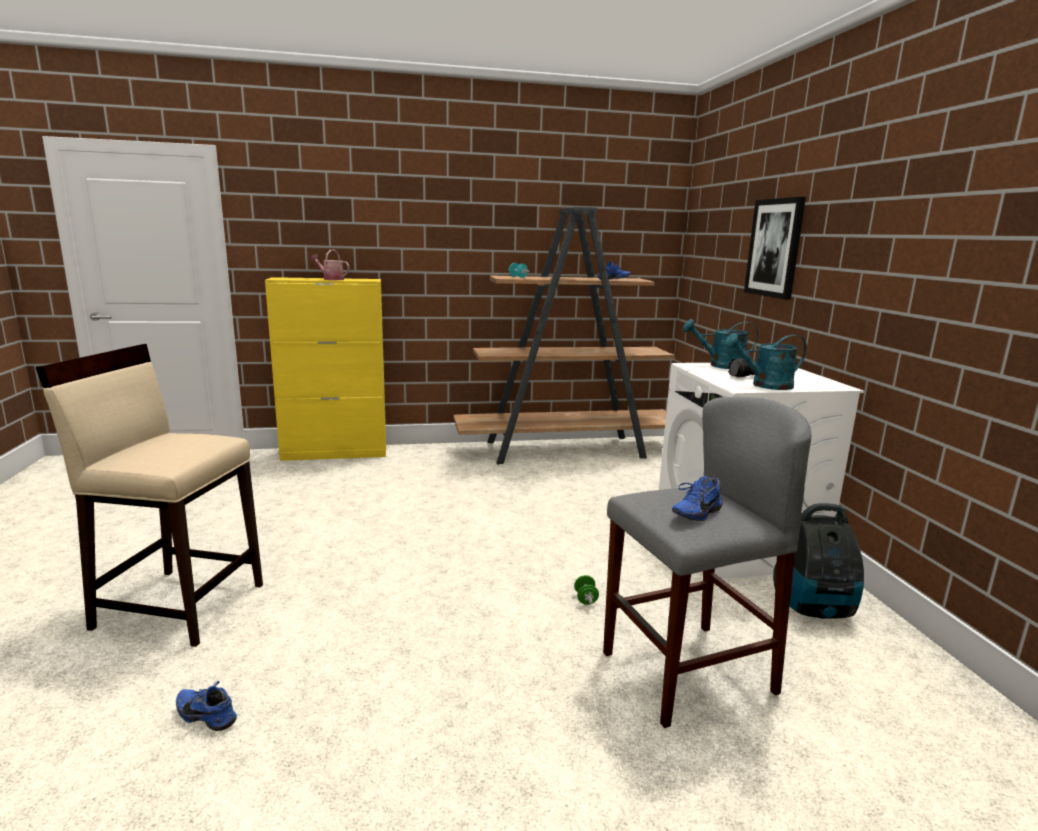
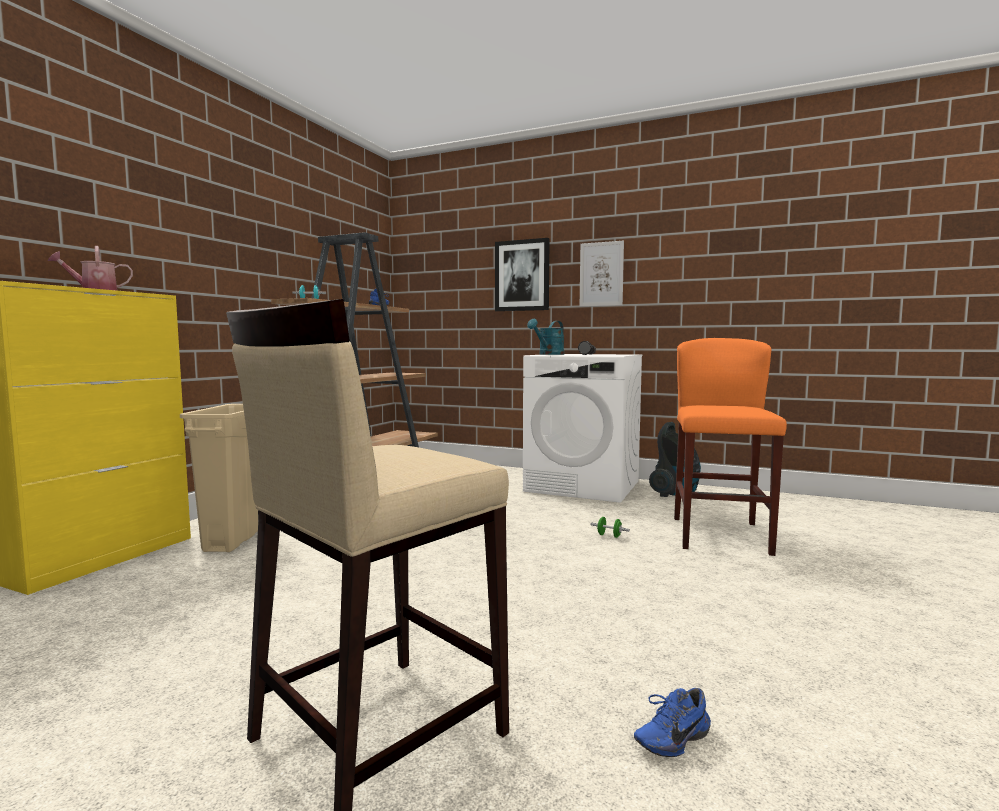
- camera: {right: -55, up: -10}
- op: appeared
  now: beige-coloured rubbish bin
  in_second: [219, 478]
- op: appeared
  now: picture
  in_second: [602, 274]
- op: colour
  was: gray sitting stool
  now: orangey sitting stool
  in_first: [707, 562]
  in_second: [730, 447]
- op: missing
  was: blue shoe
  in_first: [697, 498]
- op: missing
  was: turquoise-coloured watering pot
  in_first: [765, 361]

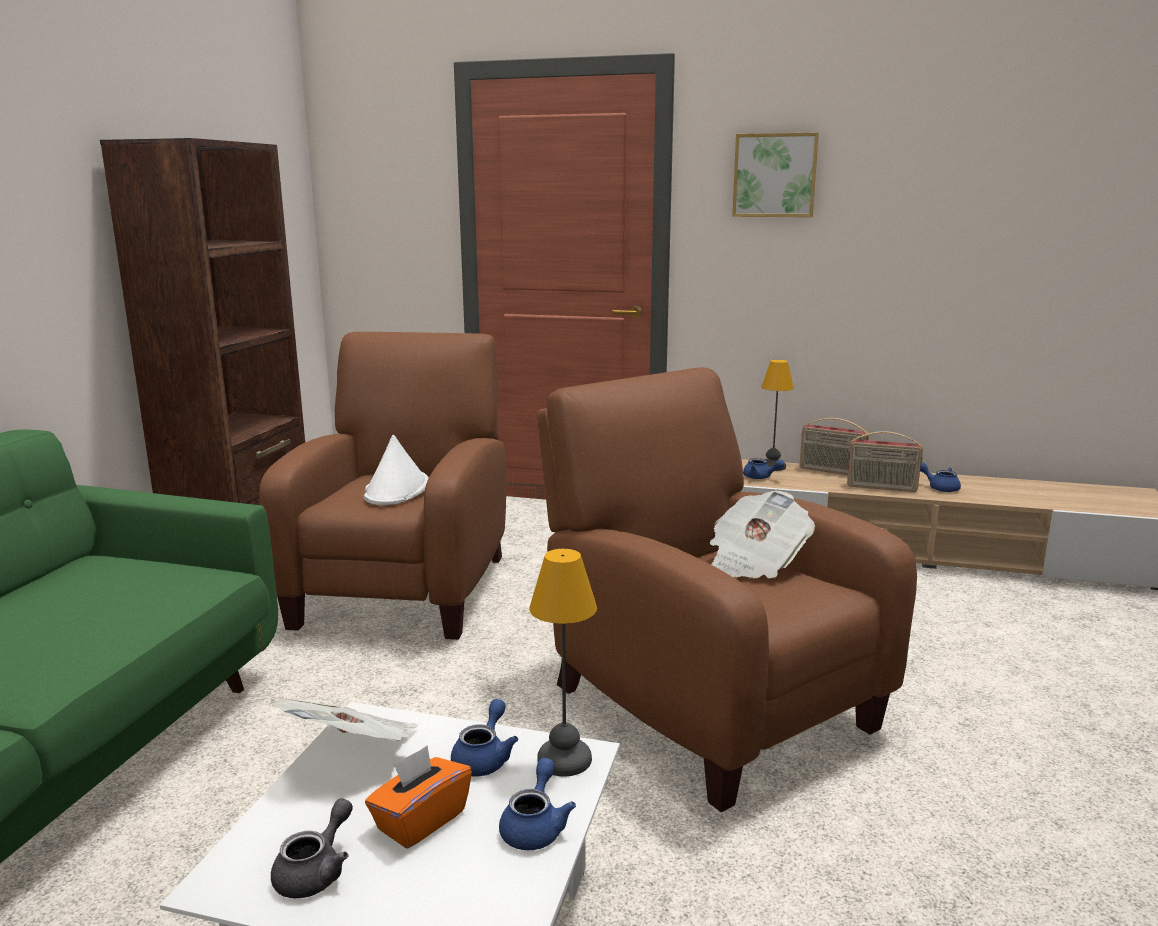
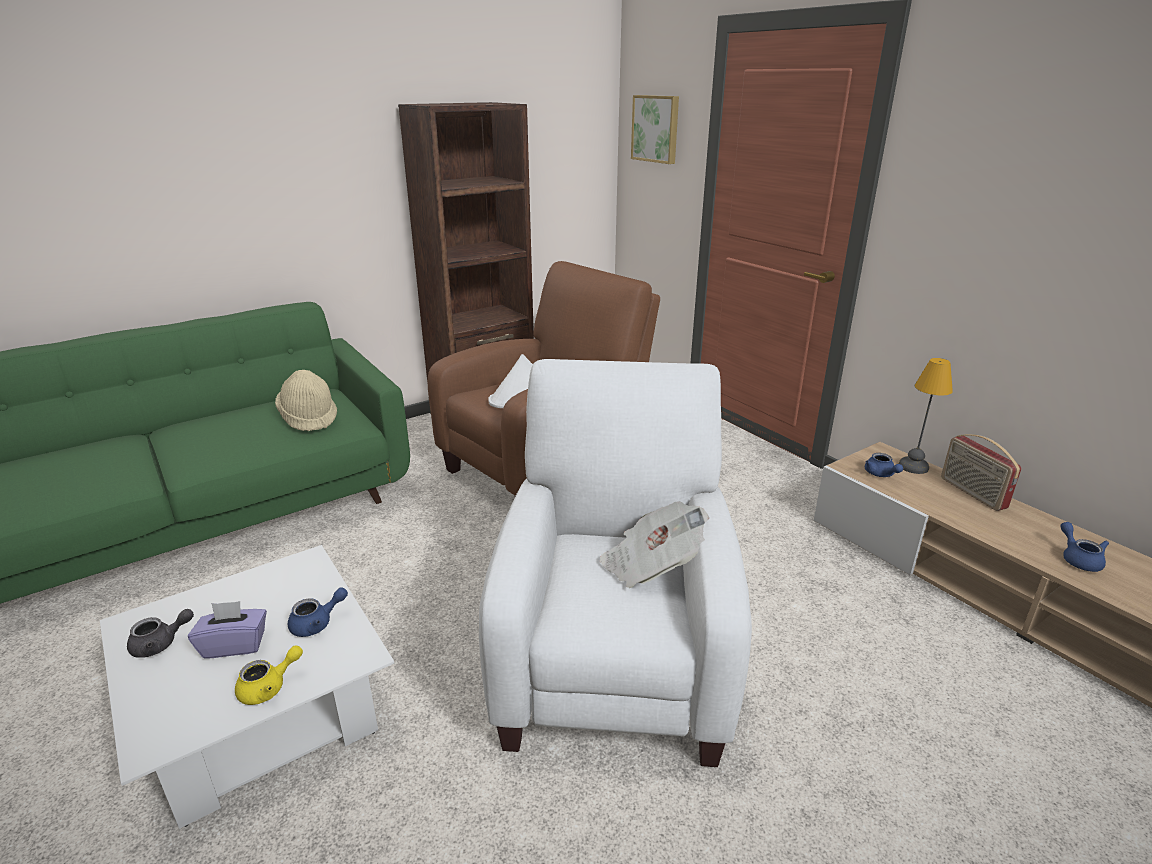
- camera: {right: 40, up: 10}
- op: colour
  was: orangey box of tissues
  now: purplish box of tissues
  in_first: [418, 797]
  in_second: [227, 630]
- op: colour
  was: blue pot for tea
  now: yellowish pot for tea
  in_first: [537, 804]
  in_second: [269, 675]
- op: appeared
  now: beige-coloured clothing hat
  in_second: [306, 400]
- op: colour
  was: brown-coloured easy chair
  now: white easy chair
  in_first: [727, 589]
  in_second: [615, 563]
- op: relocated
  was: picture
  in_first: [775, 174]
  in_second: [655, 129]
- op: missing
  was: newspaper
  in_first: [345, 720]
- op: missing
  was: table lamp
  in_first: [563, 663]
- op: missing
  was: radio
  in_first: [885, 461]

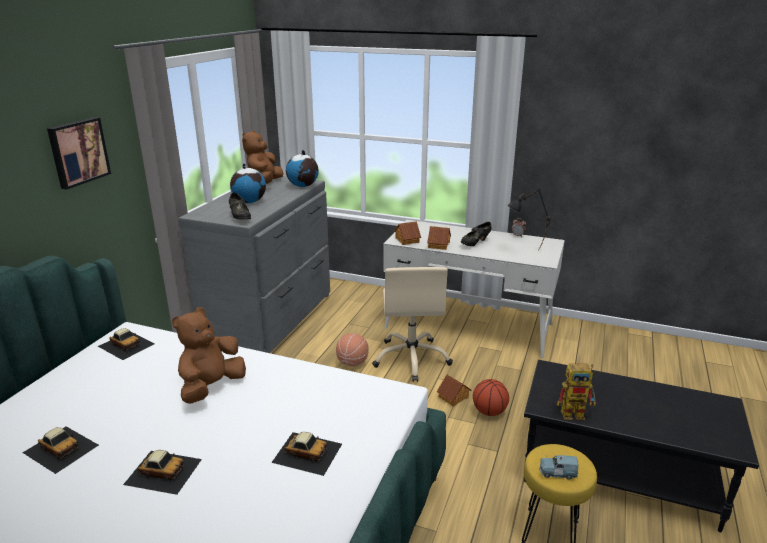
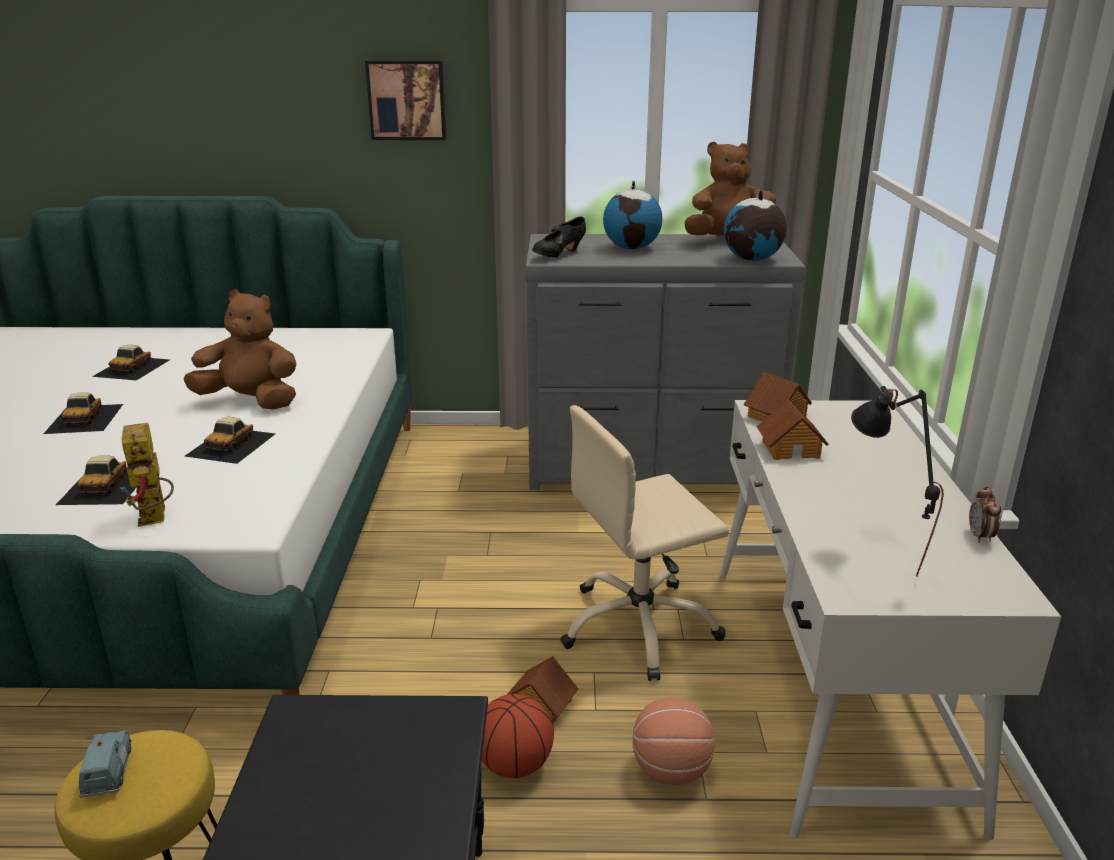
- camera: {right: 70, up: 0}
- op: relocated
  was: robot figure
  in_first: [576, 391]
  in_second: [147, 475]
- op: relocated
  was: miniature car
  in_first: [126, 344]
  in_second: [230, 440]
- op: relocated
  was: basketball ball
  in_first: [352, 350]
  in_second: [673, 741]
- op: missing
  was: blackish shoe
  in_first: [476, 234]

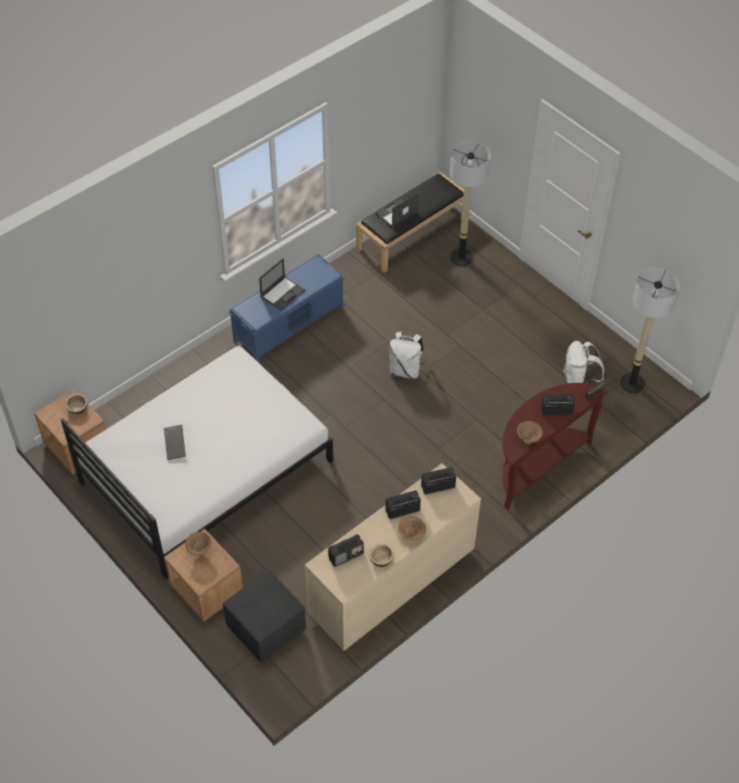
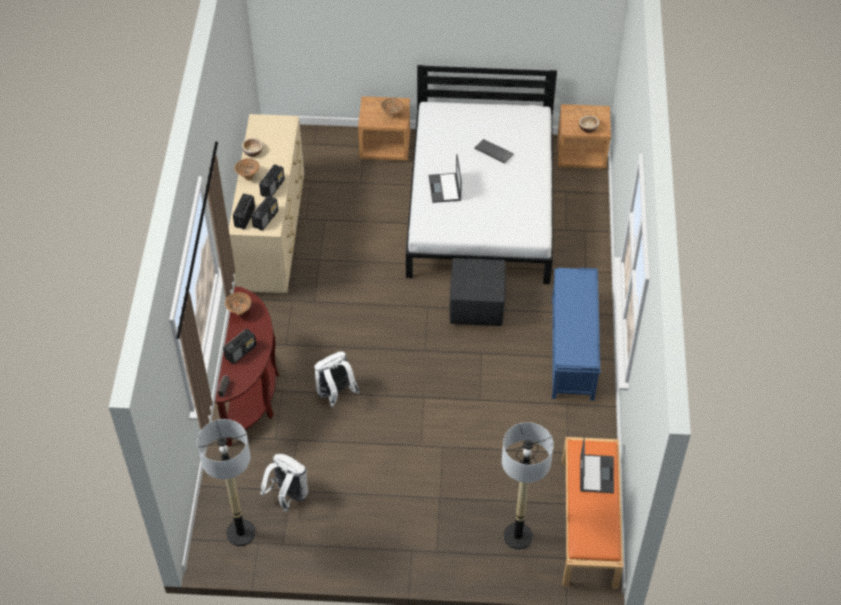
- camera: {right: 135, up: 0}
- op: relocated
  was: radio
  in_first: [346, 550]
  in_second: [244, 211]
- op: relocated
  was: white backpack
  in_first: [406, 355]
  in_second: [337, 379]
- op: relocated
  was: portable computer
  in_first: [282, 284]
  in_second: [445, 178]
- op: relocated
  was: blackish ottoman
  in_first: [264, 616]
  in_second: [478, 292]
- op: colour
  was: blackish bench
  now: orangey bench
  in_first: [410, 222]
  in_second: [592, 513]

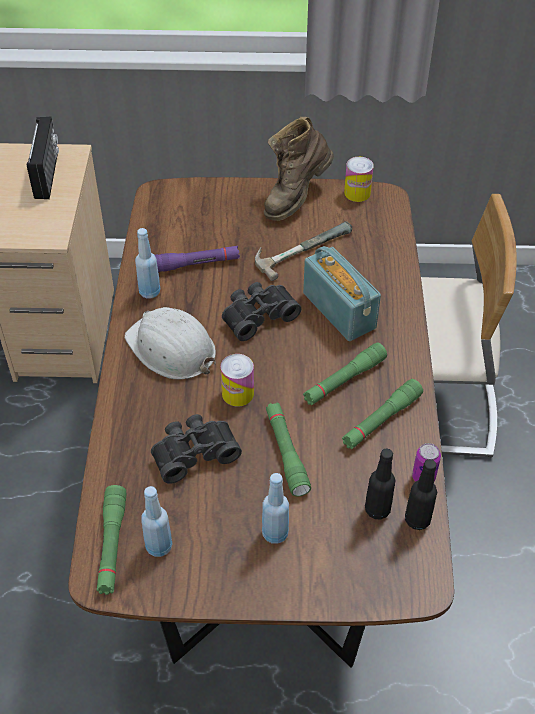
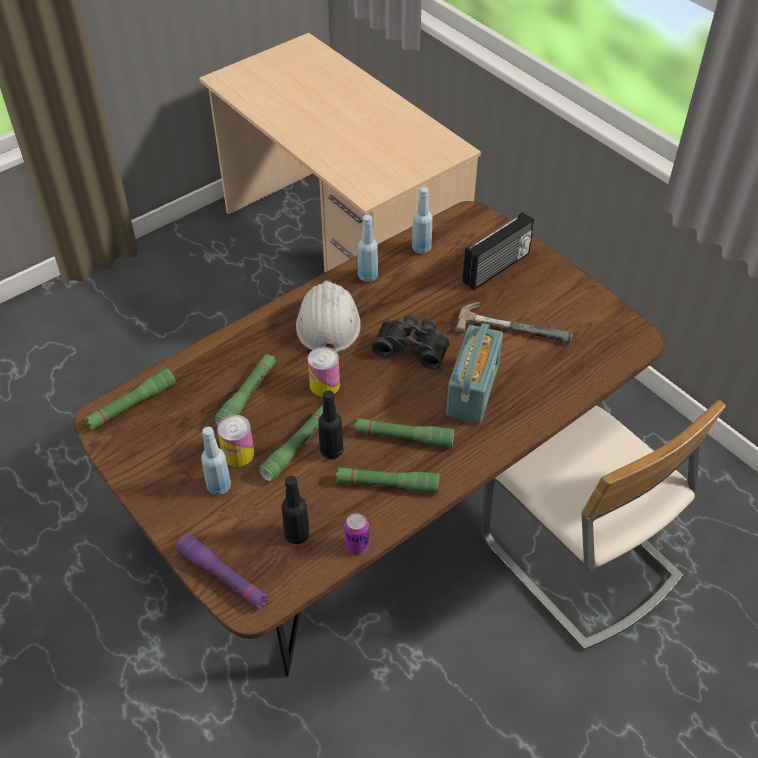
- camera: {right: 50, up: 0}
- op: relocated
  was: purplish flashlight
  in_first: [197, 259]
  in_second: [222, 571]
- op: exchanged
  was: blackish binoculars
  now: green-coloured flashlight
  in_first: [196, 449]
  in_second: [244, 389]
- op: relocated
  was: sealed can
  in_first: [359, 179]
  in_second: [235, 441]
- op: relocated
  was: blackish drink bottle
  in_first: [421, 494]
  in_second: [331, 424]
- op: relocated
  was: blue drink bottle
  in_first: [156, 521]
  in_second: [422, 220]
- op: relocated
  was: radio
  in_first: [43, 158]
  in_second: [498, 251]
- op: missing
  was: brown-coloured boot
  in_first: [299, 169]

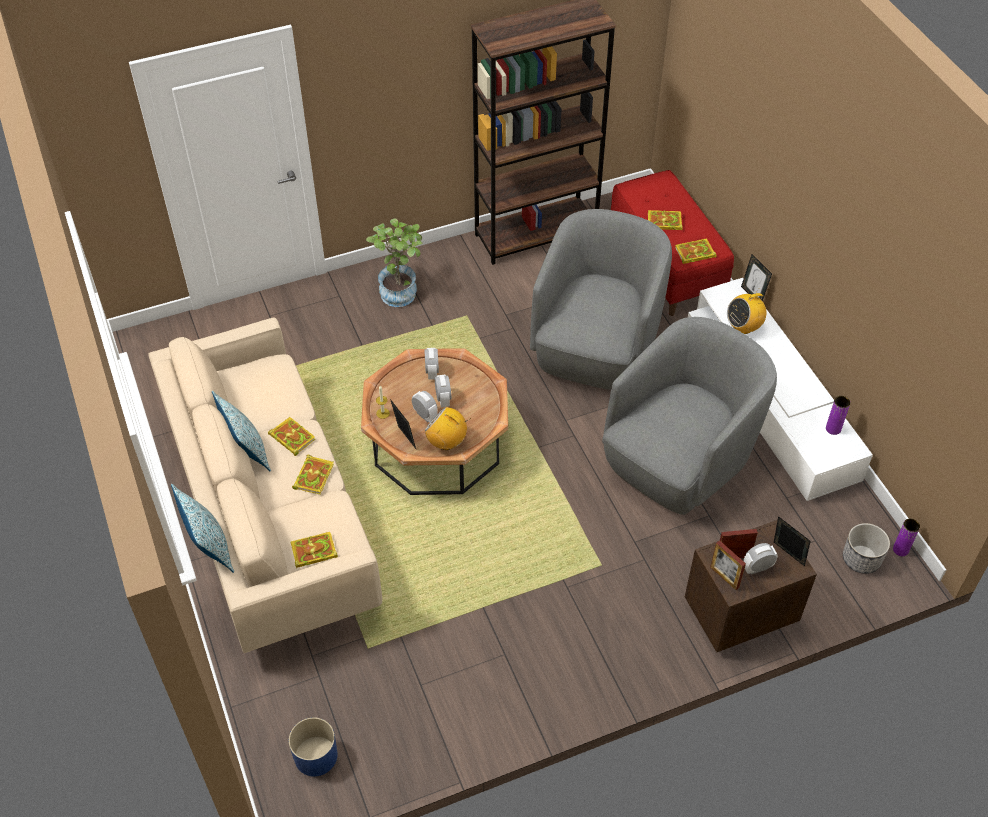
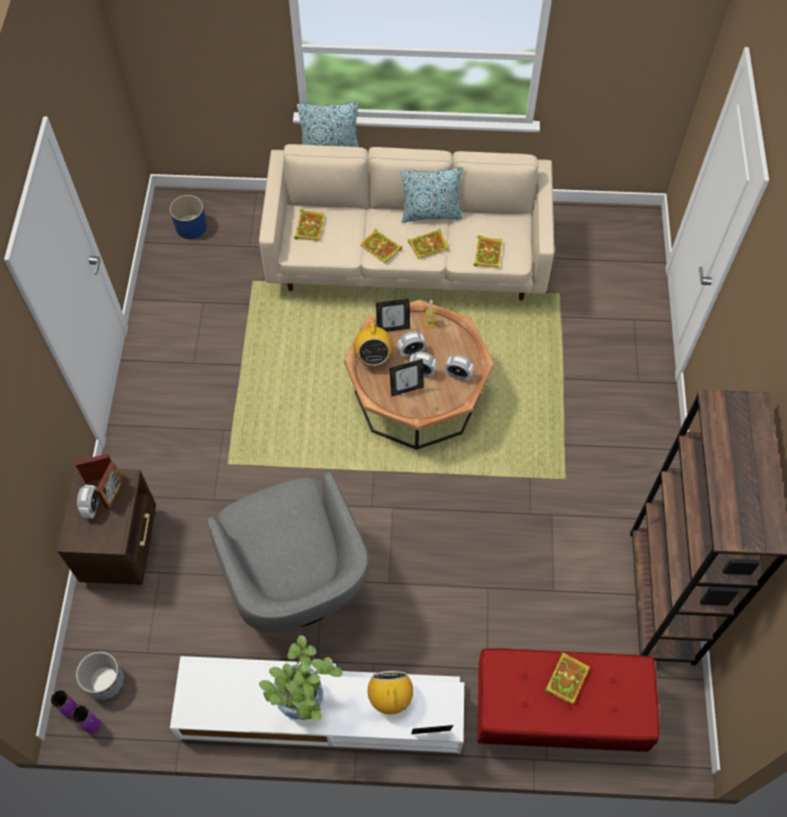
- camera: {right: 115, up: 10}
- op: relocated
  was: purplish vase
  in_first: [838, 415]
  in_second: [65, 704]
- op: relocated
  was: potted plant
  in_first: [394, 262]
  in_second: [301, 678]
- op: spun
  was: radio
  in_first: [447, 428]
  in_second: [373, 343]
  clockwise: 120
- op: relocated
  was: photo frame
  in_first: [792, 541]
  in_second: [406, 378]
- op: relocated
  was: volume
  in_first: [696, 251]
  in_second: [487, 252]
- op: missing
  was: gray easy chair
  in_first: [601, 299]

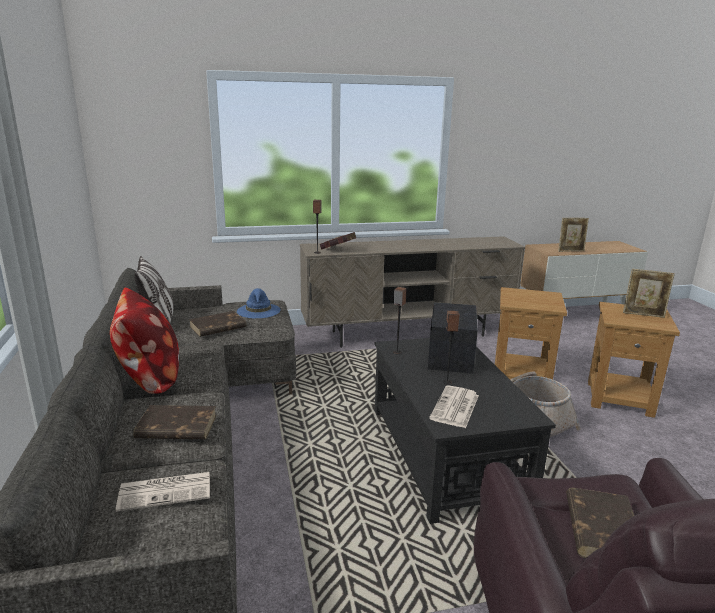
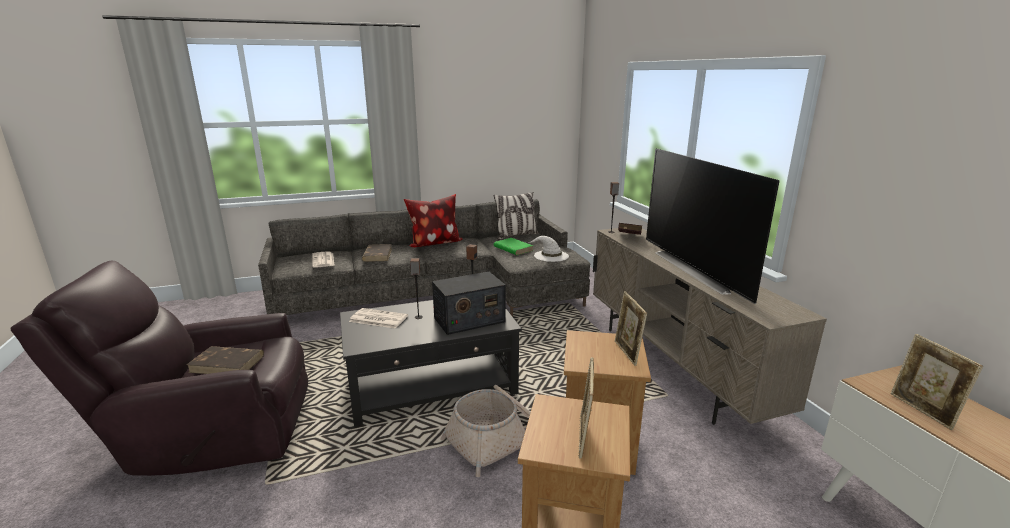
- camera: {right: 85, up: 0}
- op: spun
  was: radio
  in_first: [453, 338]
  in_second: [469, 303]
  clockwise: 150
- op: colour
  was: brown-coloured volume
  now: green-coloured volume
  in_first: [217, 324]
  in_second: [513, 246]
- op: colour
  was: blue clothing hat
  now: white clothing hat
  in_first: [258, 303]
  in_second: [549, 249]
- op: appeared
  now: photo frame
  in_second: [631, 328]
- op: appeared
  now: TV
  in_second: [713, 226]

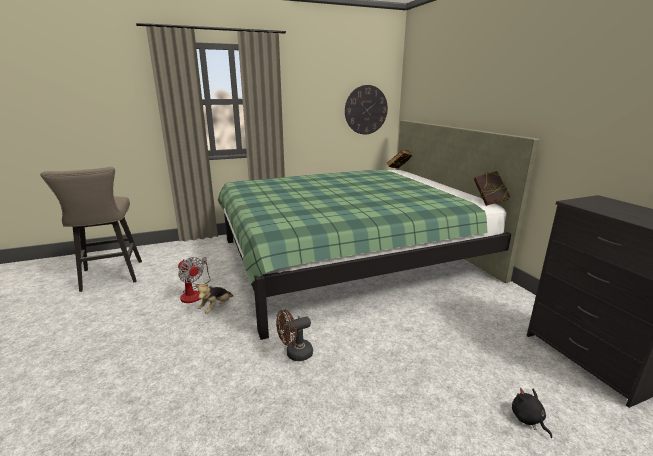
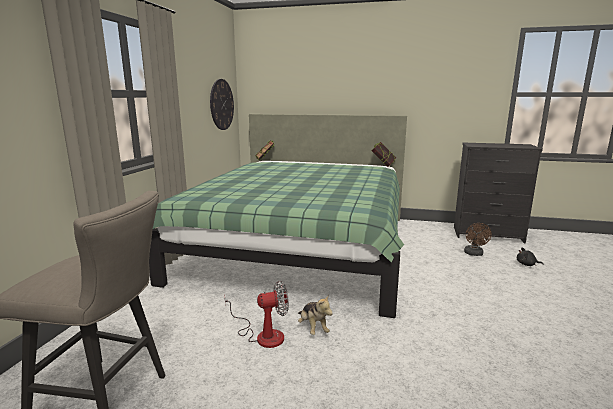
- camera: {right: -55, up: -5}
- op: relocated
  was: brown-coloured cooling fan
  in_first: [294, 335]
  in_second: [478, 239]

